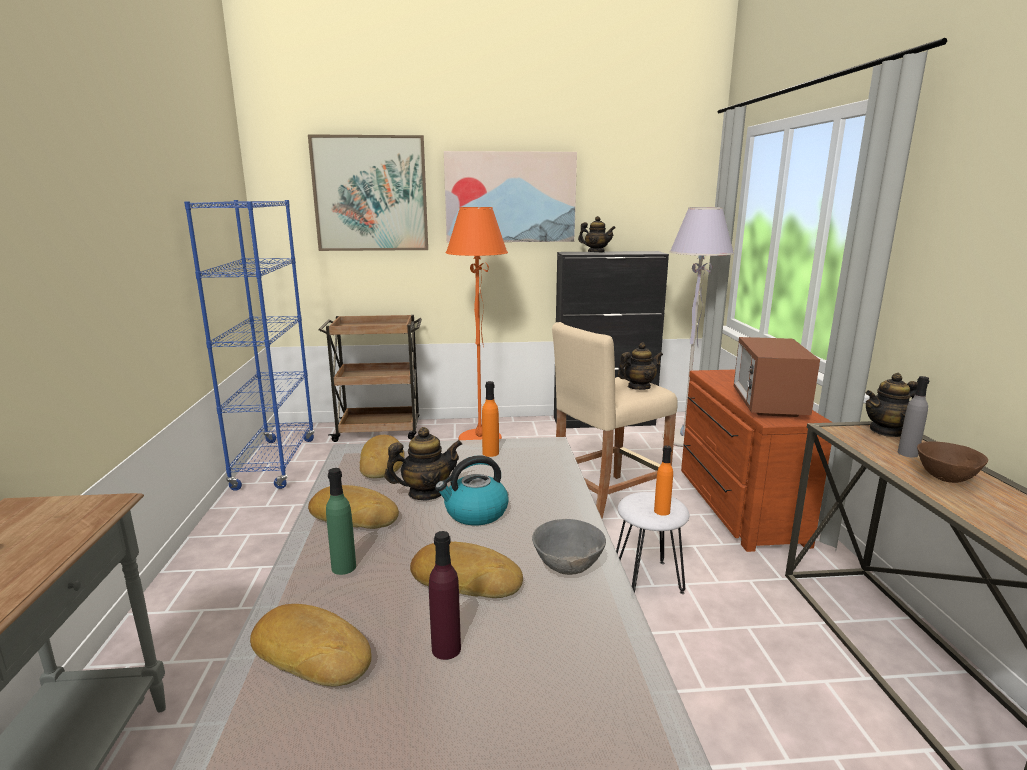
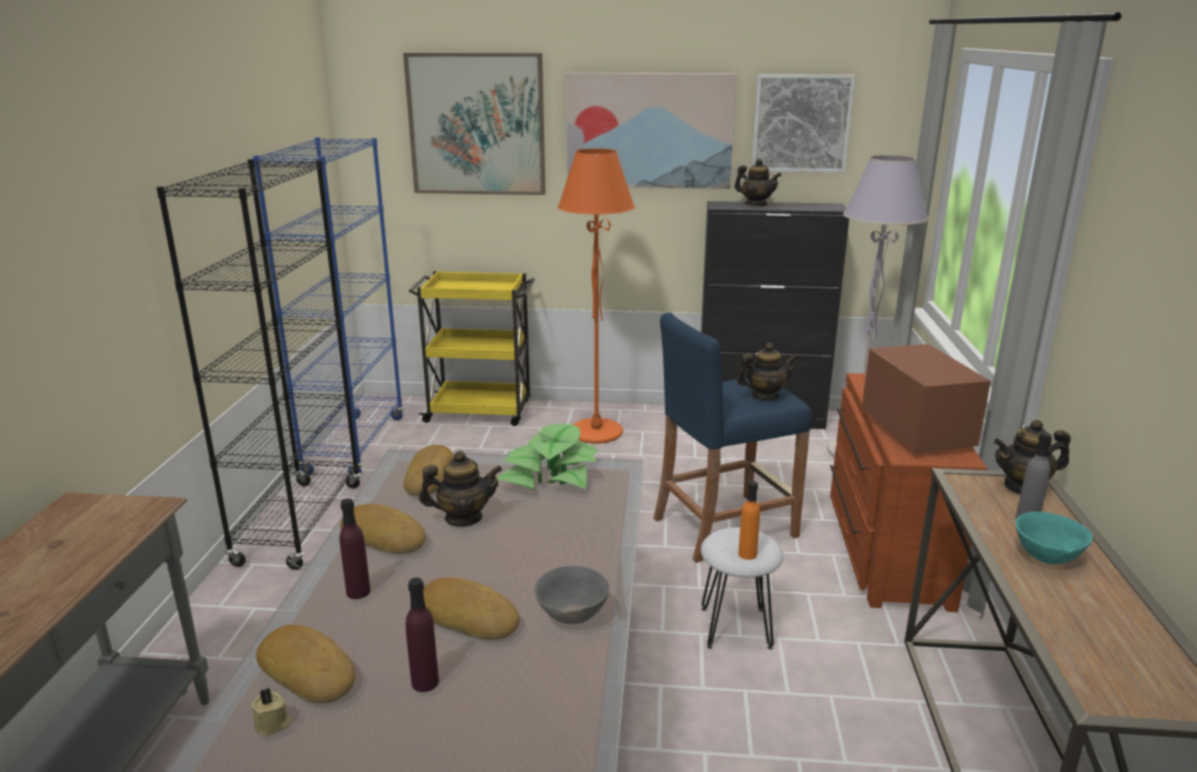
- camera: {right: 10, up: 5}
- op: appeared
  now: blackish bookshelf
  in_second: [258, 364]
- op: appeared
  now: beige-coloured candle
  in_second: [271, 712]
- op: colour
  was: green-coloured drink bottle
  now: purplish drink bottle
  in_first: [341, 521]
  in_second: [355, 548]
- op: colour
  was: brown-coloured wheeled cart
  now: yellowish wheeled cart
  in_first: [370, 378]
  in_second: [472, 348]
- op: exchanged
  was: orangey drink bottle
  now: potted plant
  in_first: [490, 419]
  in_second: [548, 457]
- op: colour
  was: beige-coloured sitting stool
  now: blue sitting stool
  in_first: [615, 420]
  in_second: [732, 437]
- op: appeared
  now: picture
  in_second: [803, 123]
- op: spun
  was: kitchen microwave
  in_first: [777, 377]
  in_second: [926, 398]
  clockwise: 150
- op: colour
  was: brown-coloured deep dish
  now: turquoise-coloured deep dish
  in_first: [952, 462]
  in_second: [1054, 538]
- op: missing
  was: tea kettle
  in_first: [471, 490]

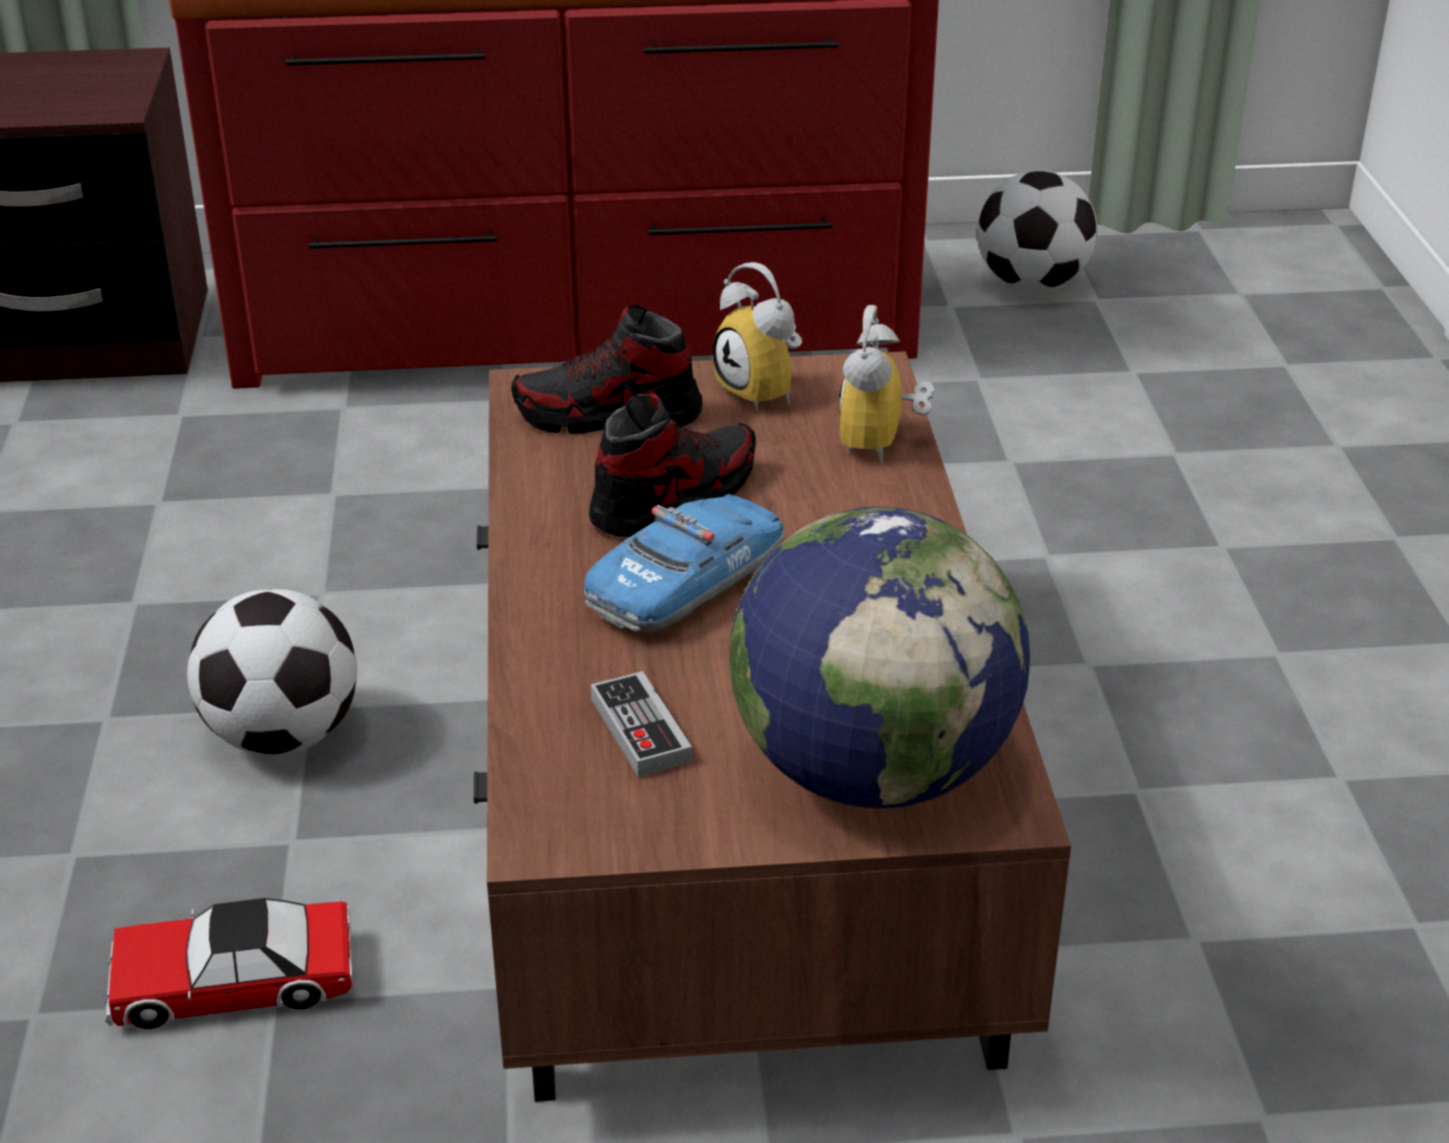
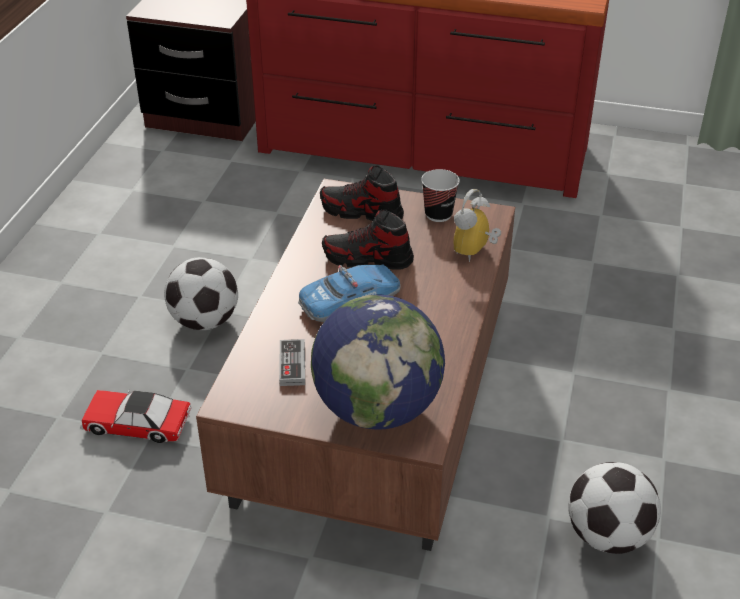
- camera: {right: 20, up: 5}
- op: spun
  was: shoe
  in_first: [672, 465]
  in_second: [368, 239]
  clockwise: -150
- op: exchanged
  was: alarm clock
  now: cup
  in_first: [757, 336]
  in_second: [440, 195]
- op: relocated
  was: football ball
  in_first: [1037, 231]
  in_second: [614, 508]

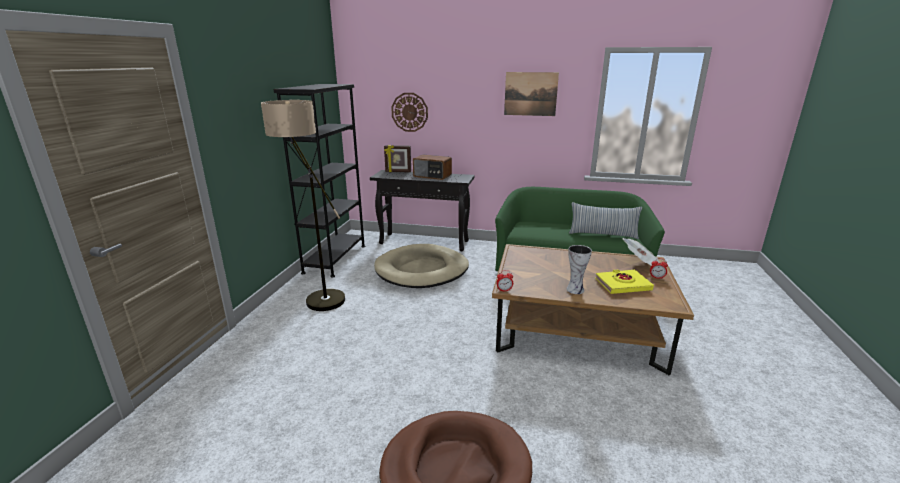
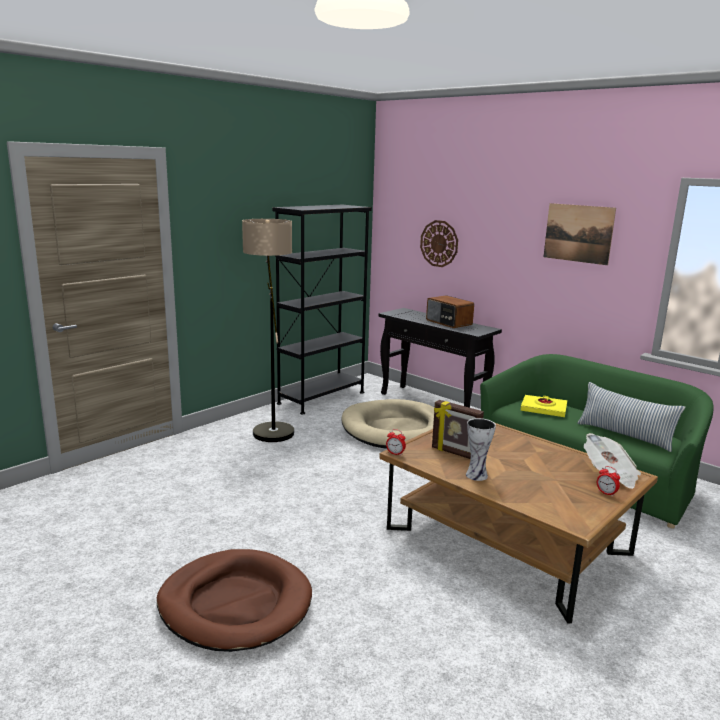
- camera: {right: 30, up: -5}
- op: relocated
  was: photo frame
  in_first: [397, 158]
  in_second: [458, 429]
- op: relocated
  was: yellowish volume
  in_first: [624, 282]
  in_second: [543, 406]

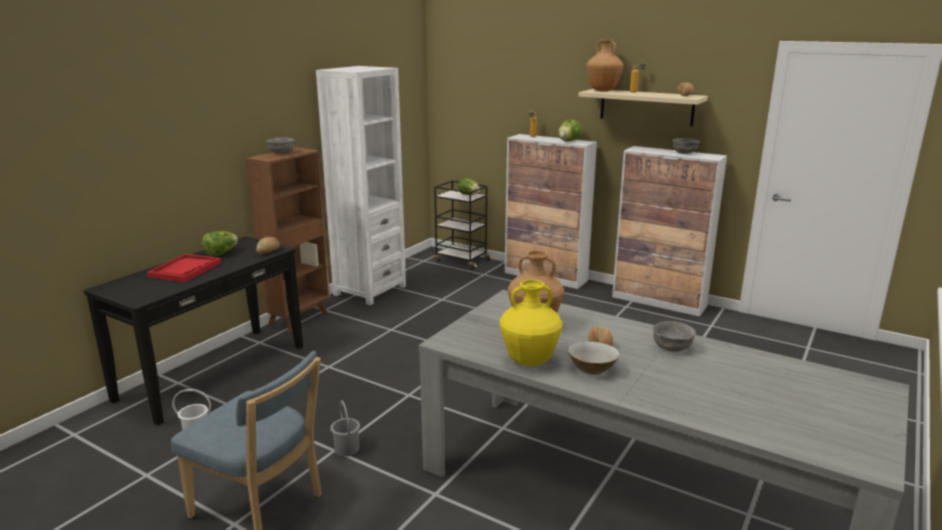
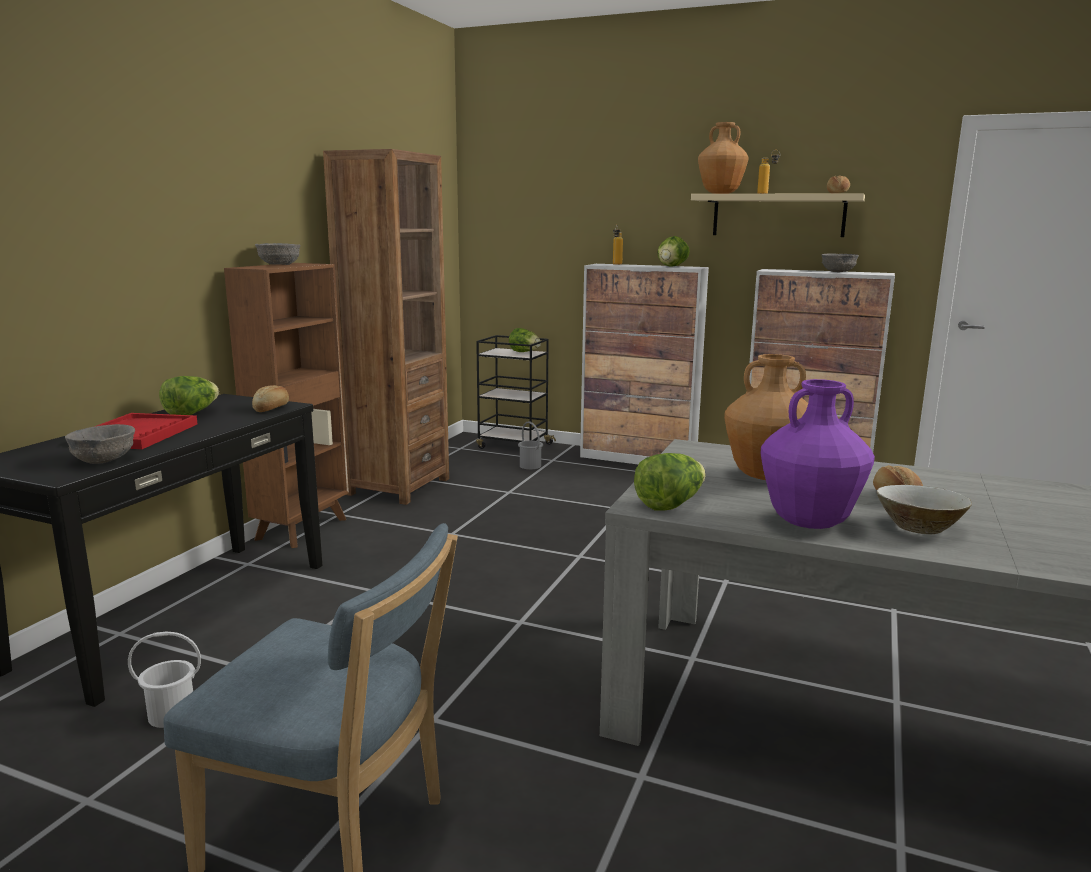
- camera: {right: -10, up: -5}
- op: relocated
  was: gray deep dish
  in_first: [674, 336]
  in_second: [100, 444]
- op: colour
  was: white bookshelf
  now: brown-coloured bookshelf
  in_first: [361, 185]
  in_second: [386, 327]
- op: relocated
  was: gray water bucket
  in_first: [345, 428]
  in_second: [530, 445]
- op: appeared
  now: lettuce head
  in_second: [670, 482]
- op: colour
  was: yellowish vase
  now: purplish vase
  in_first: [531, 323]
  in_second: [817, 454]

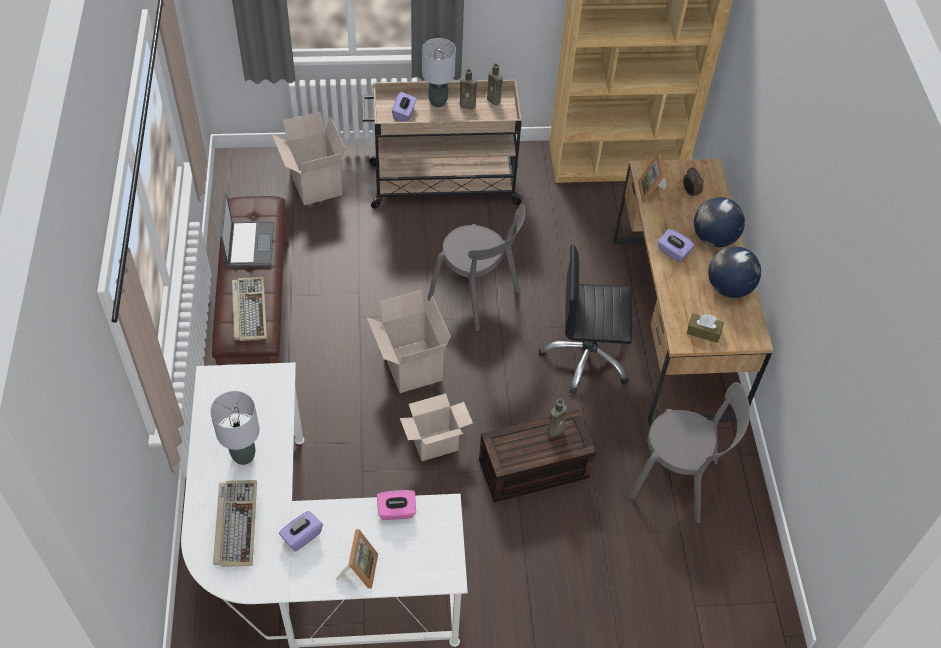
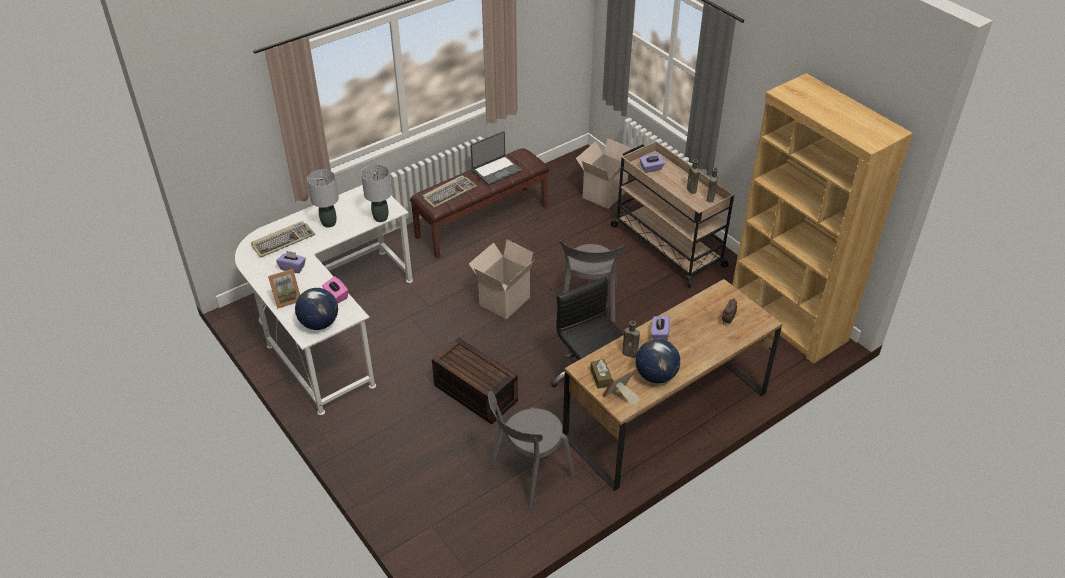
- camera: {right: 60, up: -10}
- op: relocated
  was: desk globe
  in_first: [719, 222]
  in_second: [316, 309]
- op: relocated
  was: gray table lamp
  in_first: [439, 72]
  in_second: [376, 193]
- op: spun
  was: gray chair
  in_first: [689, 452]
  in_second: [531, 449]
  clockwise: 60
- op: relocated
  was: photo frame
  in_first: [652, 178]
  in_second: [620, 385]
- op: relocated
  was: brown-coloured drink bottle
  in_first: [557, 418]
  in_second: [631, 339]
- op: missing
  was: cardboard box
  in_first: [436, 427]

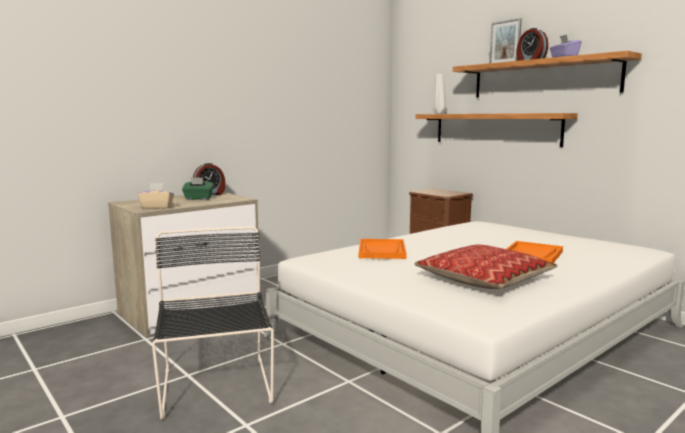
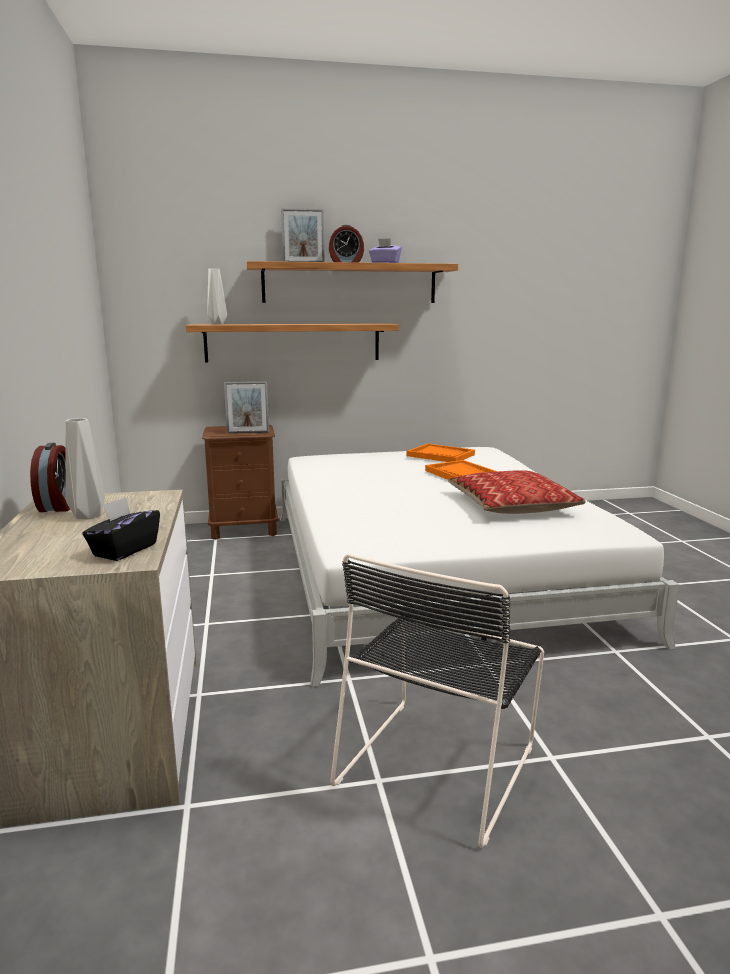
- camera: {right: -60, up: 5}
- op: exchanged
  was: green-coloured box of tissues
  now: gray vase
  in_first: [197, 188]
  in_second: [85, 468]
- op: colour
  was: beige-coloured box of tissues
  now: blackish box of tissues
  in_first: [155, 196]
  in_second: [121, 529]
- op: appeared
  now: photo frame
  in_second: [246, 407]
- op: spun
  was: blackish chair
  in_first: [213, 323]
  in_second: [437, 700]
  clockwise: -75
- op: relocated
  was: orangey serving tray
  in_first: [383, 249]
  in_second: [441, 453]

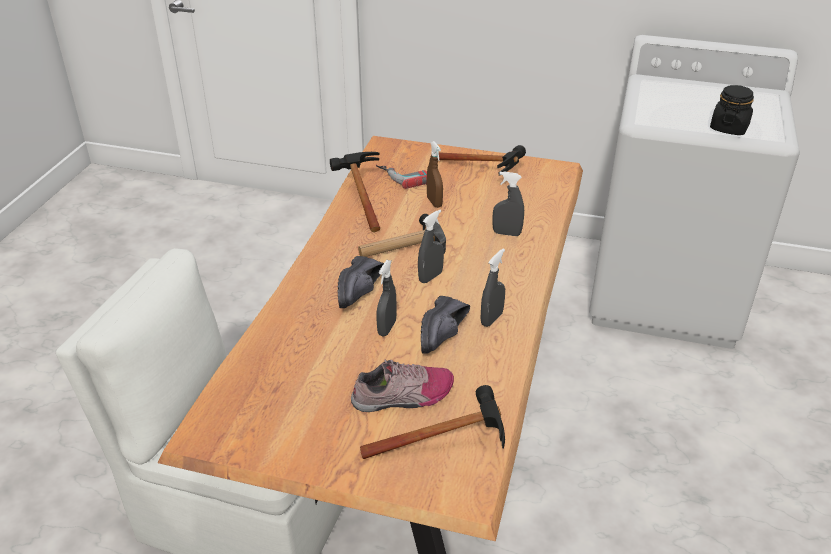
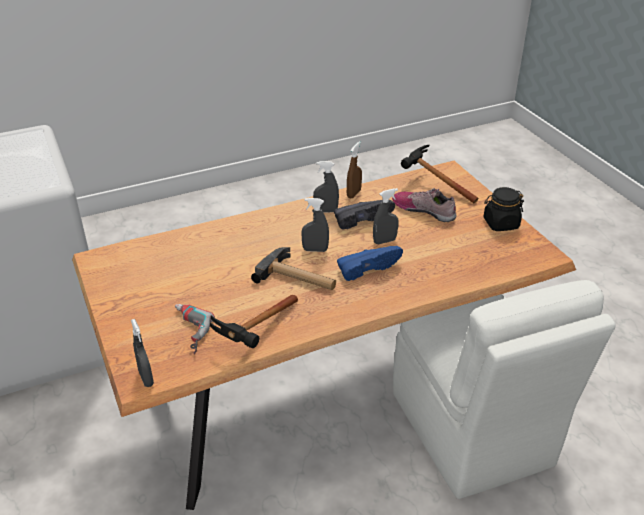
- camera: {right: -130, up: 0}
- op: relocated
  was: gray sprayer
  in_first: [508, 203]
  in_second: [142, 353]
- op: colour
  was: blackish shoe
  now: blue shoe
  in_first: [361, 282]
  in_second: [370, 263]
- op: relocated
  was: brown-coloured sprayer
  in_first: [435, 174]
  in_second: [354, 169]
- op: relocated
  was: blackish jar
  in_first: [732, 110]
  in_second: [504, 209]
- op: missing
  was: tool hammer
  in_first: [482, 160]

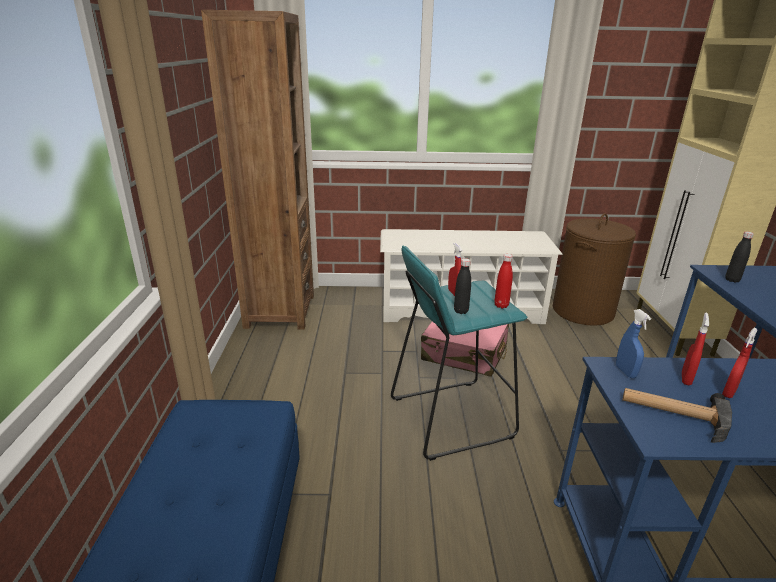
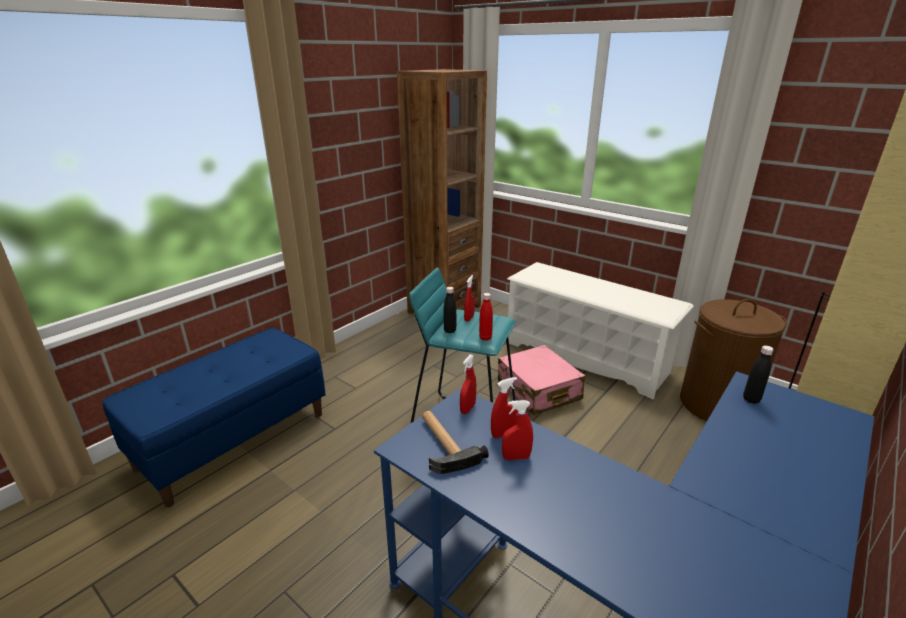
- camera: {right: 40, up: 0}
- op: colour
  was: blue sprayer
  now: red-coloured sprayer
  in_first: [633, 343]
  in_second: [468, 384]

